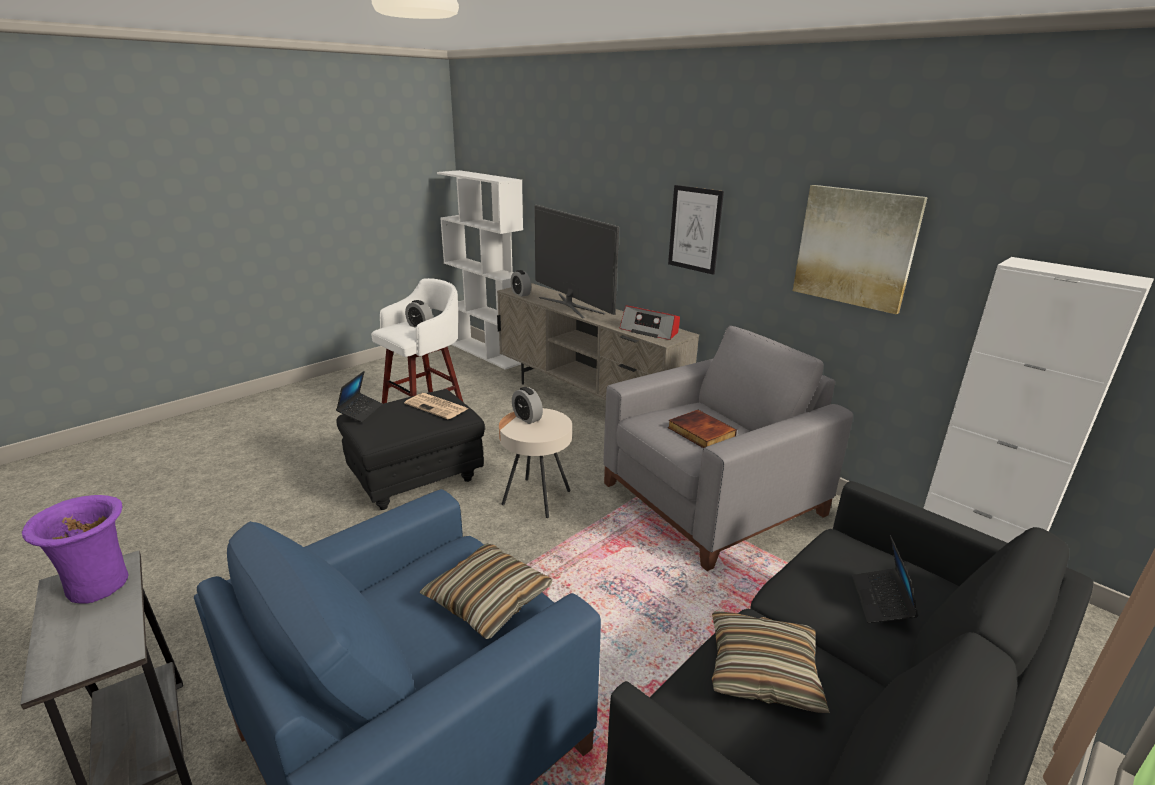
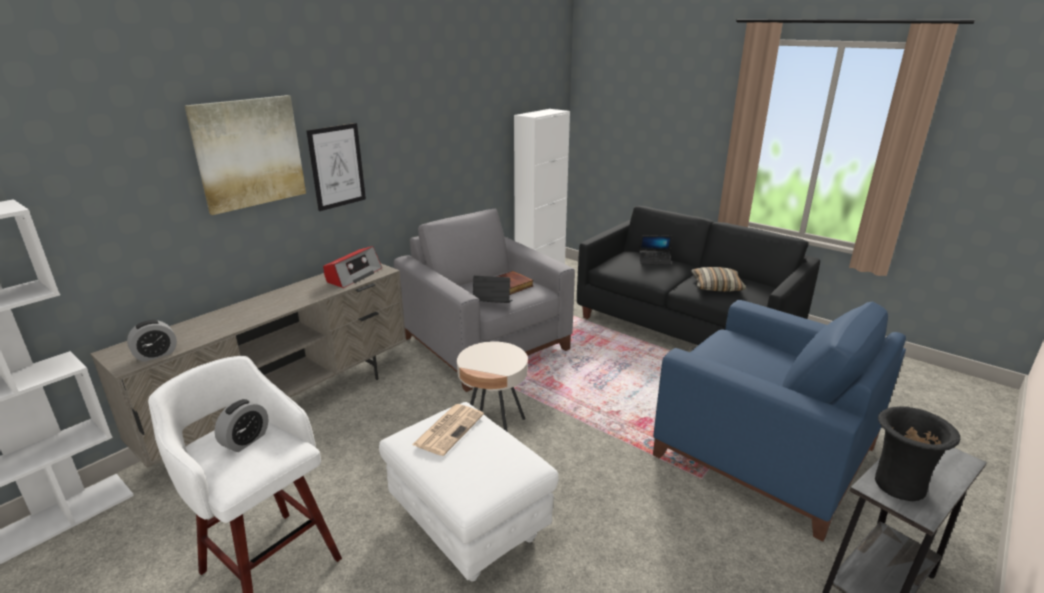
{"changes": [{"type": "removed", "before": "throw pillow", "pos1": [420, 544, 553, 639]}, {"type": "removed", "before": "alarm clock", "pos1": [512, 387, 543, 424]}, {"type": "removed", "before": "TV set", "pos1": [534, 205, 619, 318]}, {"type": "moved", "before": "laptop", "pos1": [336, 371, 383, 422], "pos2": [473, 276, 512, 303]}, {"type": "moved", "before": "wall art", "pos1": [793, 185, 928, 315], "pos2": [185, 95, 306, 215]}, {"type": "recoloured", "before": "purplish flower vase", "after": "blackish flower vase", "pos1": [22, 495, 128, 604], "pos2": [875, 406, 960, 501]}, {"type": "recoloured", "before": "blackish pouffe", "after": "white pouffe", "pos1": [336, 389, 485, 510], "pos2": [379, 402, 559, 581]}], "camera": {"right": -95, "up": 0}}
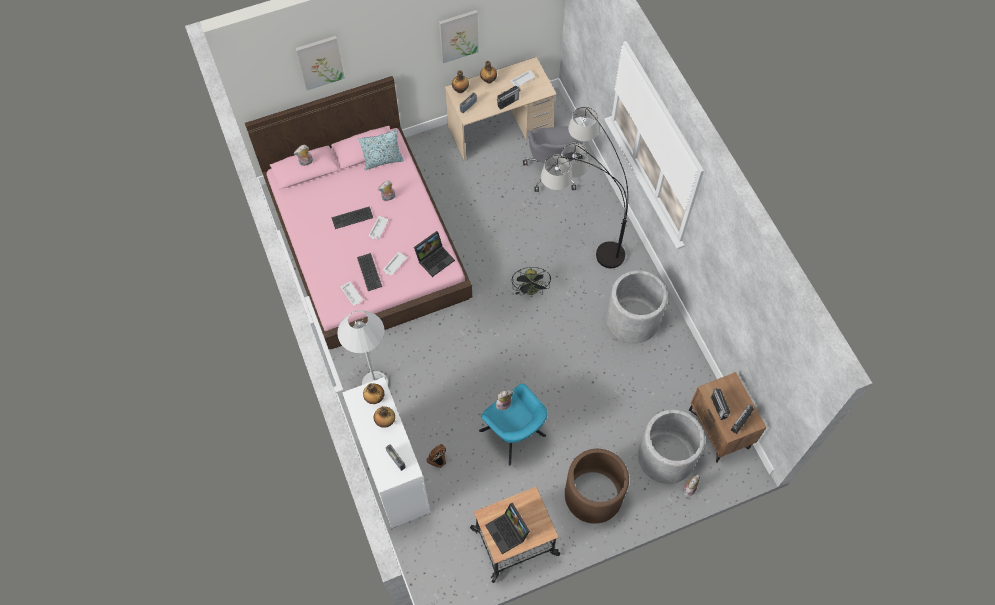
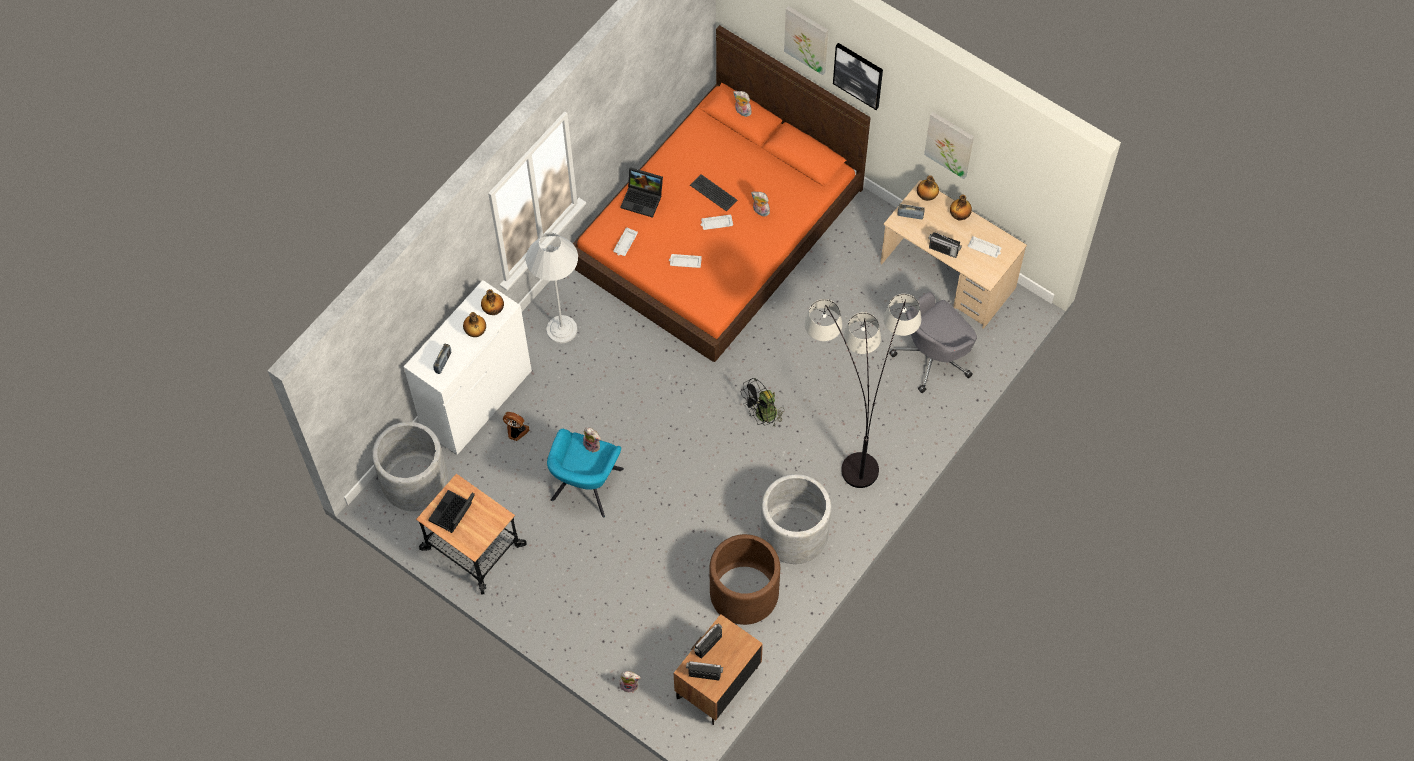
{"changes": [{"type": "removed", "before": "keyboard", "pos1": [357, 253, 382, 291]}, {"type": "removed", "before": "throw pillow", "pos1": [358, 129, 404, 170]}, {"type": "added", "after": "wall art", "pos2": [833, 43, 883, 110]}, {"type": "moved", "before": "laptop", "pos1": [414, 231, 455, 277], "pos2": [620, 167, 663, 218]}, {"type": "moved", "before": "brown-coloured plant pot", "pos1": [565, 449, 629, 524], "pos2": [709, 534, 780, 625]}, {"type": "moved", "before": "greyish plant pot", "pos1": [638, 409, 705, 484], "pos2": [372, 422, 448, 511]}, {"type": "recoloured", "before": "pink bedroom bed", "after": "orange-coloured bedroom bed", "pos1": [245, 76, 472, 349], "pos2": [573, 25, 871, 362]}], "camera": {"right": 60, "up": 0}}
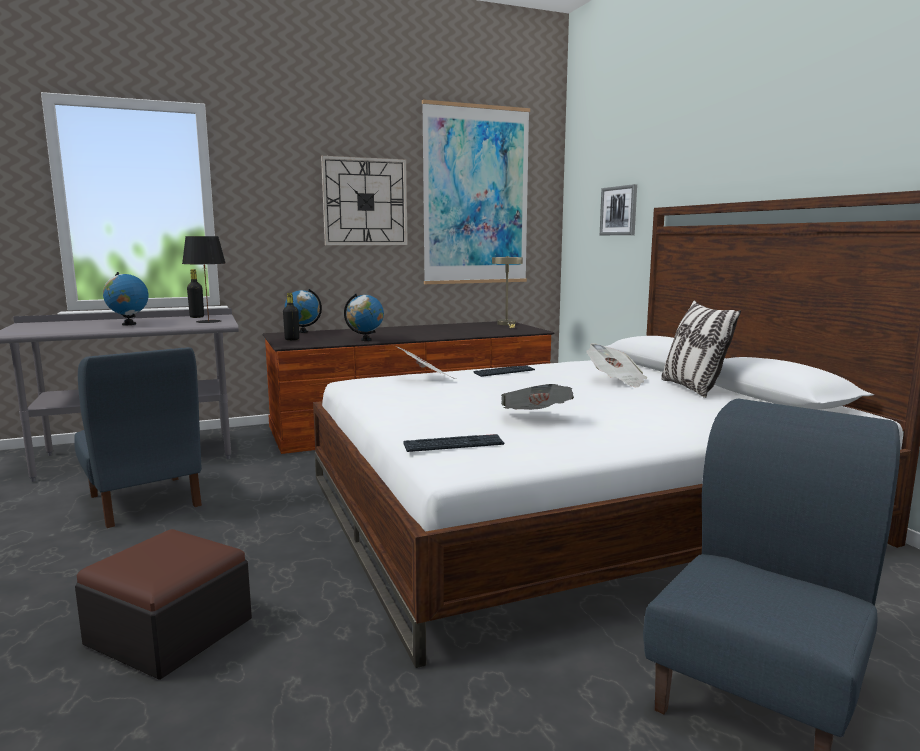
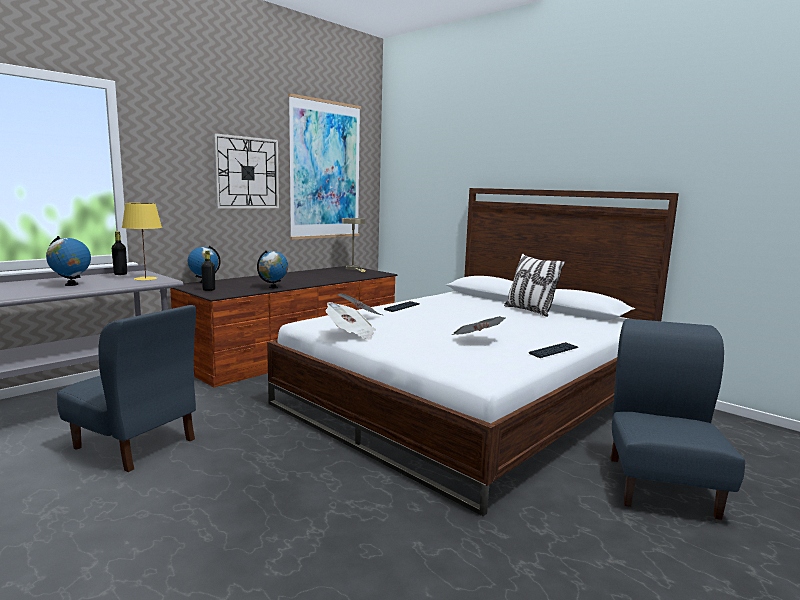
{"changes": [{"type": "removed", "before": "pouffe", "pos1": [75, 529, 252, 680]}, {"type": "removed", "before": "wall art", "pos1": [600, 184, 637, 235]}, {"type": "moved", "before": "keyboard", "pos1": [403, 434, 504, 452], "pos2": [529, 342, 578, 358]}, {"type": "moved", "before": "newspaper", "pos1": [587, 343, 647, 388], "pos2": [325, 302, 376, 340]}, {"type": "recoloured", "before": "blackish table lamp", "after": "yellow-coloured table lamp", "pos1": [182, 236, 225, 323], "pos2": [122, 203, 162, 280]}], "camera": {"right": -25, "up": 0}}
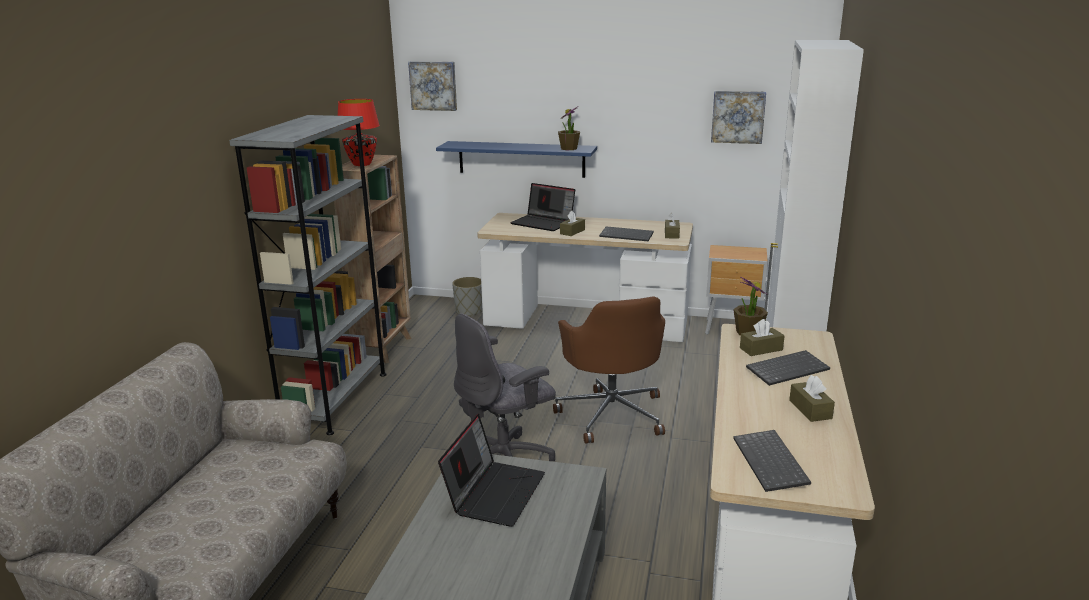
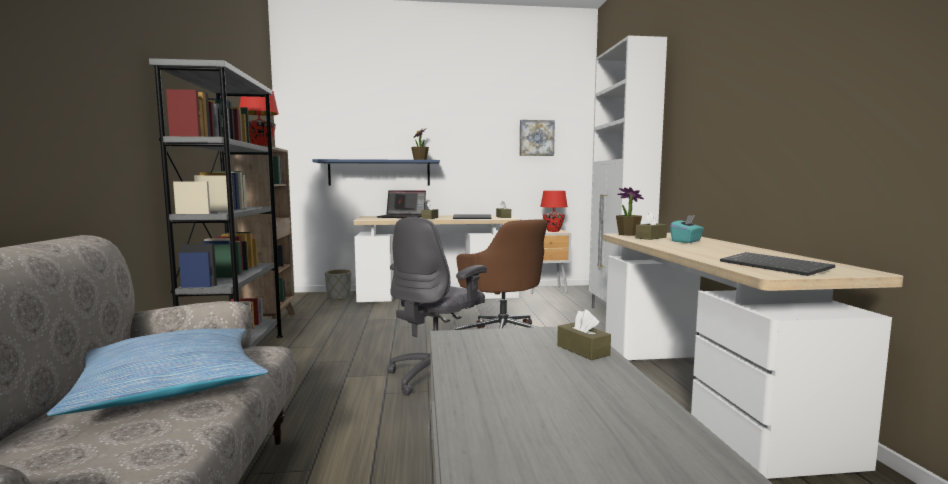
{"changes": [{"type": "removed", "before": "wall art", "pos1": [408, 61, 457, 111]}, {"type": "removed", "before": "laptop", "pos1": [438, 414, 545, 527]}, {"type": "added", "after": "throw pillow", "pos2": [47, 328, 268, 416]}, {"type": "added", "after": "reddish table lamp", "pos2": [540, 191, 567, 232]}, {"type": "moved", "before": "brown-coloured tissue box", "pos1": [789, 375, 835, 422], "pos2": [557, 309, 611, 360]}, {"type": "replaced", "before": "keyboard", "after": "blue-green tissue box", "pos1": [746, 350, 830, 386], "pos2": [670, 215, 704, 243]}], "camera": {"right": -20, "up": -15}}
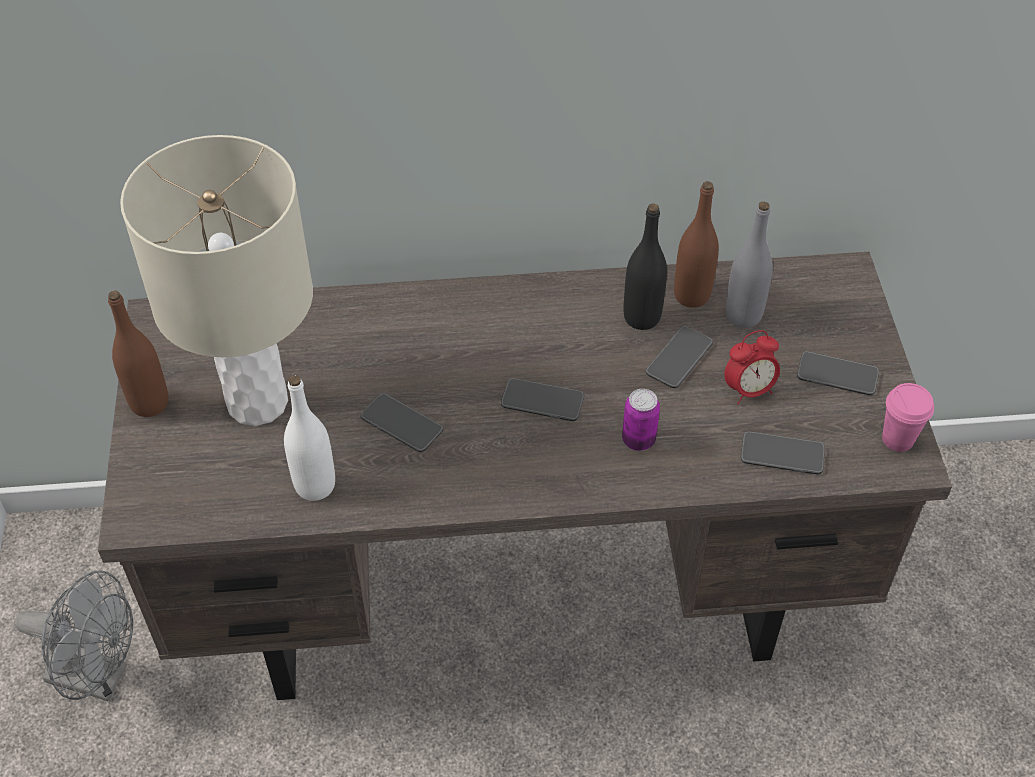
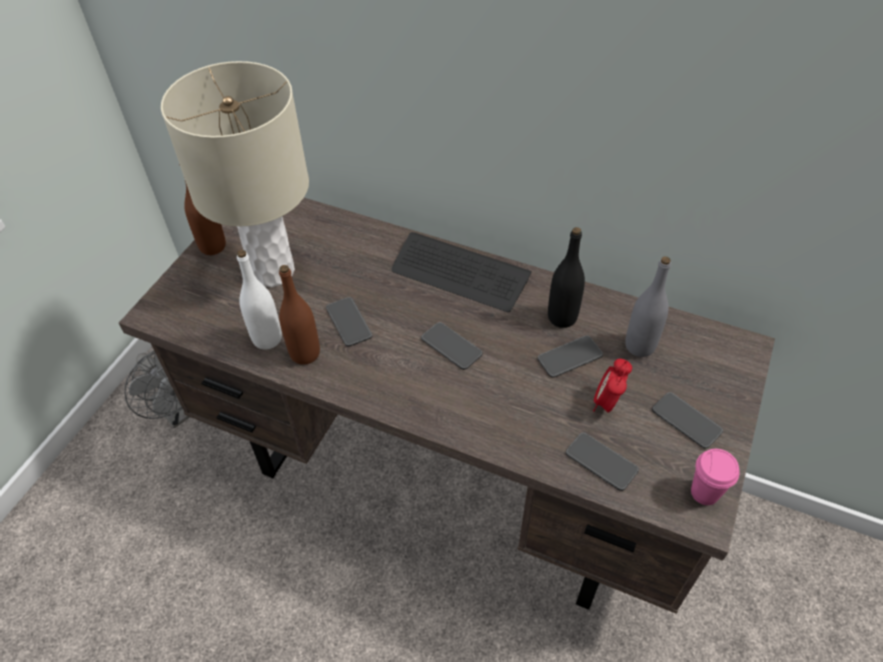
{"changes": [{"type": "removed", "before": "can", "pos1": [622, 389, 660, 451]}, {"type": "added", "after": "keyboard", "pos2": [391, 232, 532, 312]}, {"type": "moved", "before": "brown-coloured drink bottle", "pos1": [674, 181, 719, 308], "pos2": [279, 265, 320, 365]}, {"type": "turned", "before": "alarm clock", "pos1": [724, 330, 780, 405], "pos2": [593, 359, 632, 412], "turn": 105}], "camera": {"right": 30, "up": 0}}
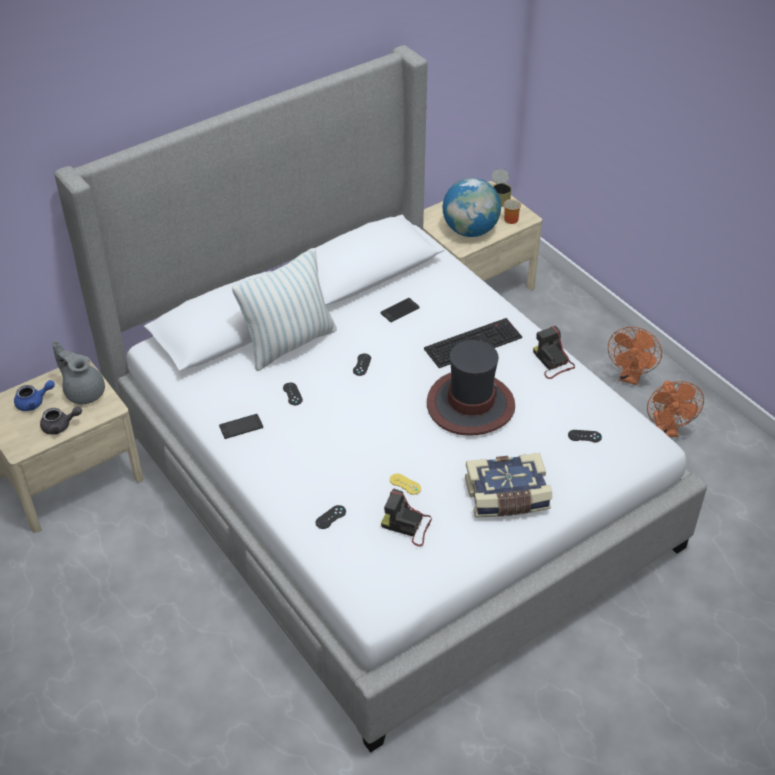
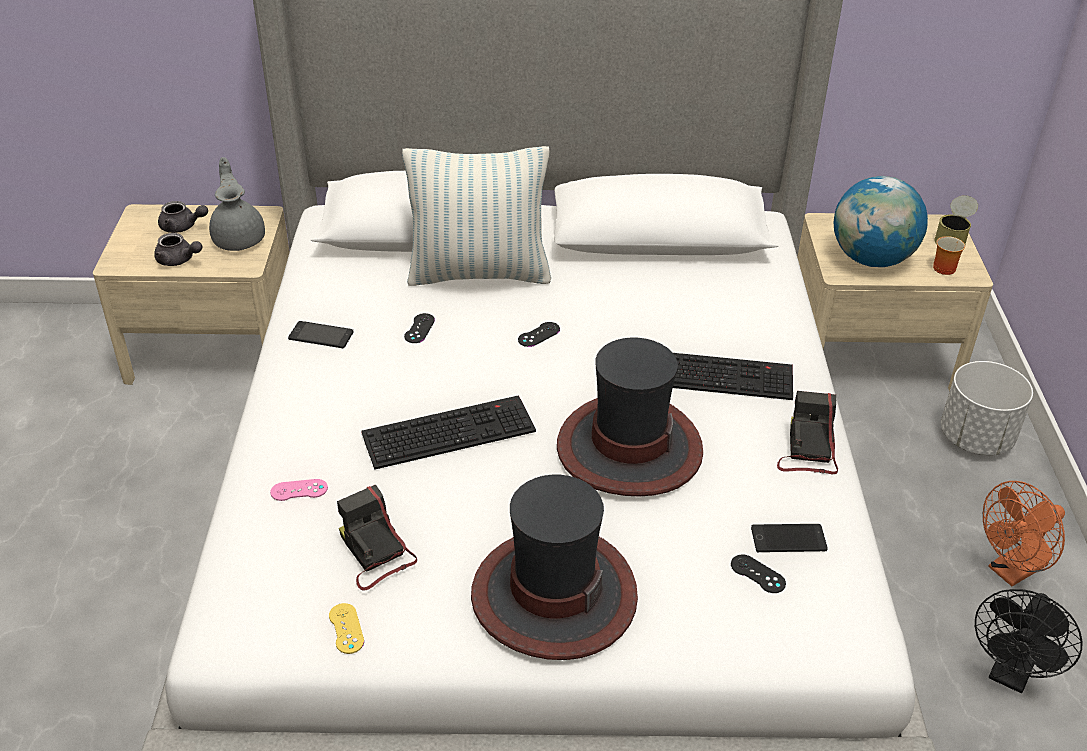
{"changes": [{"type": "added", "after": "keyboard", "pos2": [361, 395, 536, 470]}, {"type": "added", "after": "white plant pot", "pos2": [941, 361, 1033, 455]}, {"type": "moved", "before": "telephone", "pos1": [381, 298, 420, 322], "pos2": [751, 524, 828, 552]}, {"type": "moved", "before": "yellow-coloured game controller", "pos1": [390, 473, 421, 495], "pos2": [329, 603, 364, 654]}, {"type": "replaced", "before": "volume", "after": "wearable hat", "pos1": [465, 453, 552, 518], "pos2": [471, 475, 638, 660]}, {"type": "recoloured", "before": "blue pot for tea", "after": "greyish pot for tea", "pos1": [14, 380, 55, 411], "pos2": [158, 201, 208, 233]}, {"type": "recoloured", "before": "blackish game controller", "after": "pink game controller", "pos1": [315, 505, 346, 529], "pos2": [270, 479, 328, 501]}, {"type": "recoloured", "before": "orange-coloured fan", "after": "blackish fan", "pos1": [647, 381, 704, 437], "pos2": [975, 589, 1082, 693]}], "camera": {"right": 35, "up": -5}}
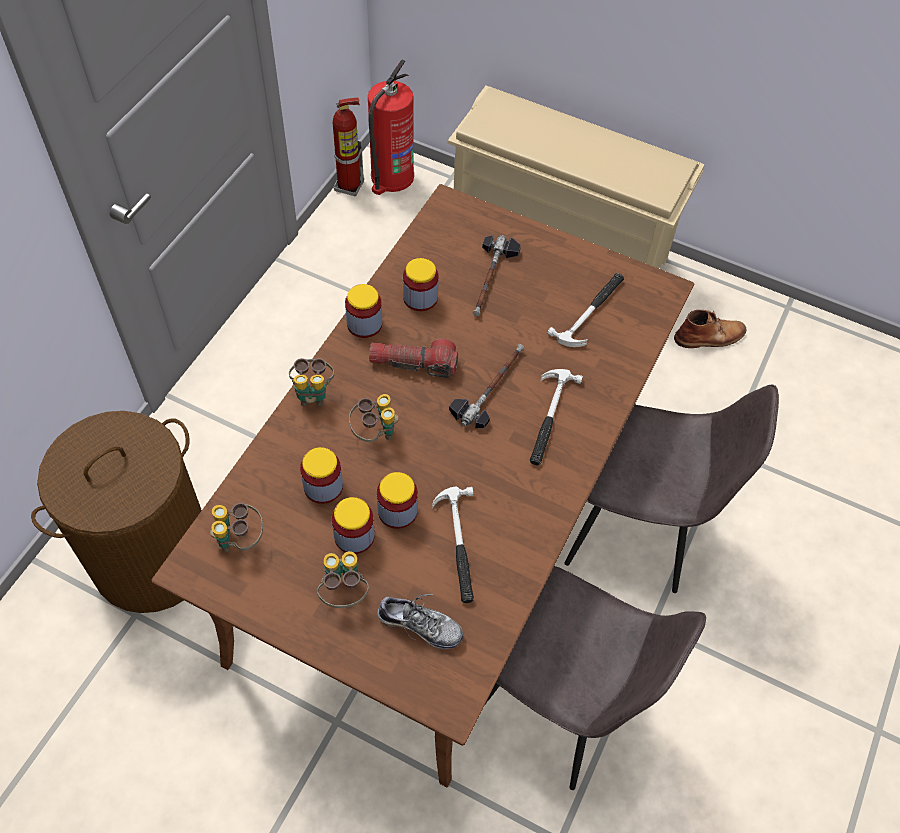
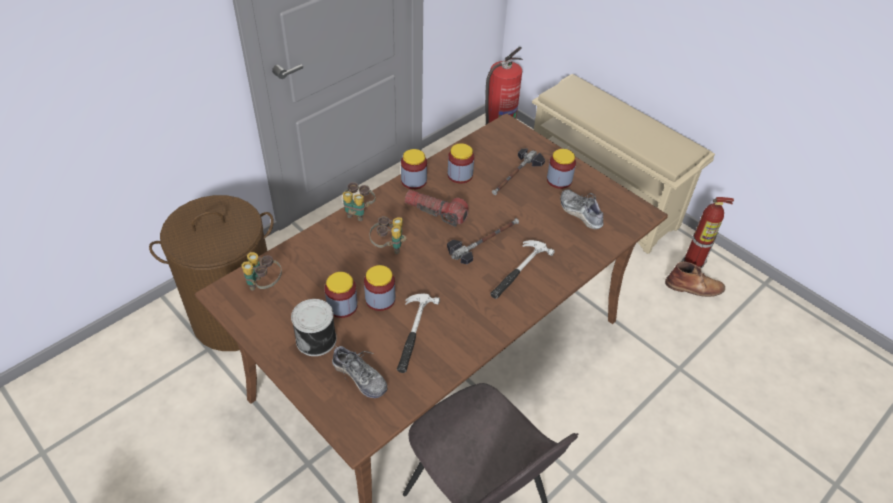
{"changes": [{"type": "removed", "before": "greyish chair", "pos1": [565, 385, 779, 593]}, {"type": "moved", "before": "storage jar", "pos1": [300, 447, 343, 504], "pos2": [547, 149, 576, 189]}, {"type": "moved", "before": "extinguisher", "pos1": [333, 97, 364, 196], "pos2": [681, 197, 734, 269]}, {"type": "replaced", "before": "pair of binoculars", "after": "can", "pos1": [317, 551, 369, 608], "pos2": [291, 299, 337, 356]}, {"type": "replaced", "before": "hammer", "after": "low shoe", "pos1": [547, 273, 624, 347], "pos2": [560, 189, 603, 229]}], "camera": {"right": 20, "up": -10}}
